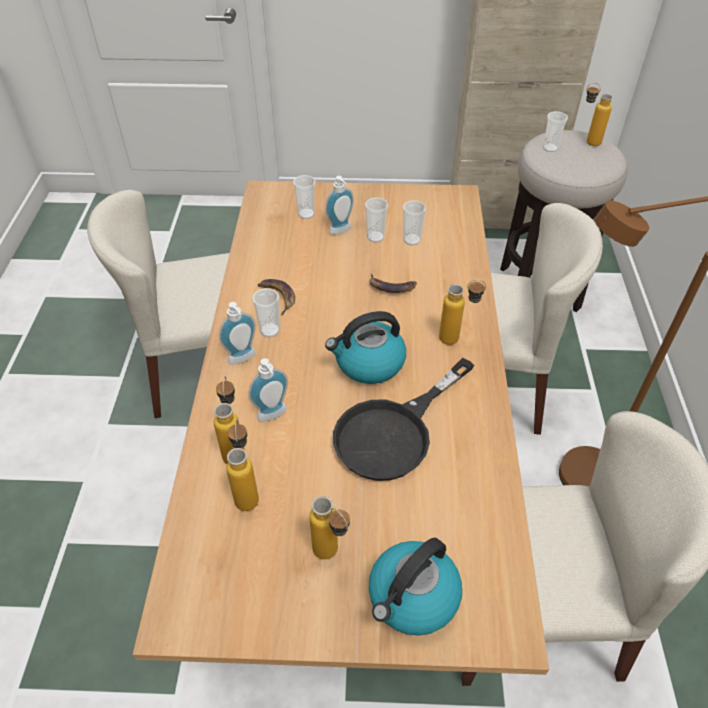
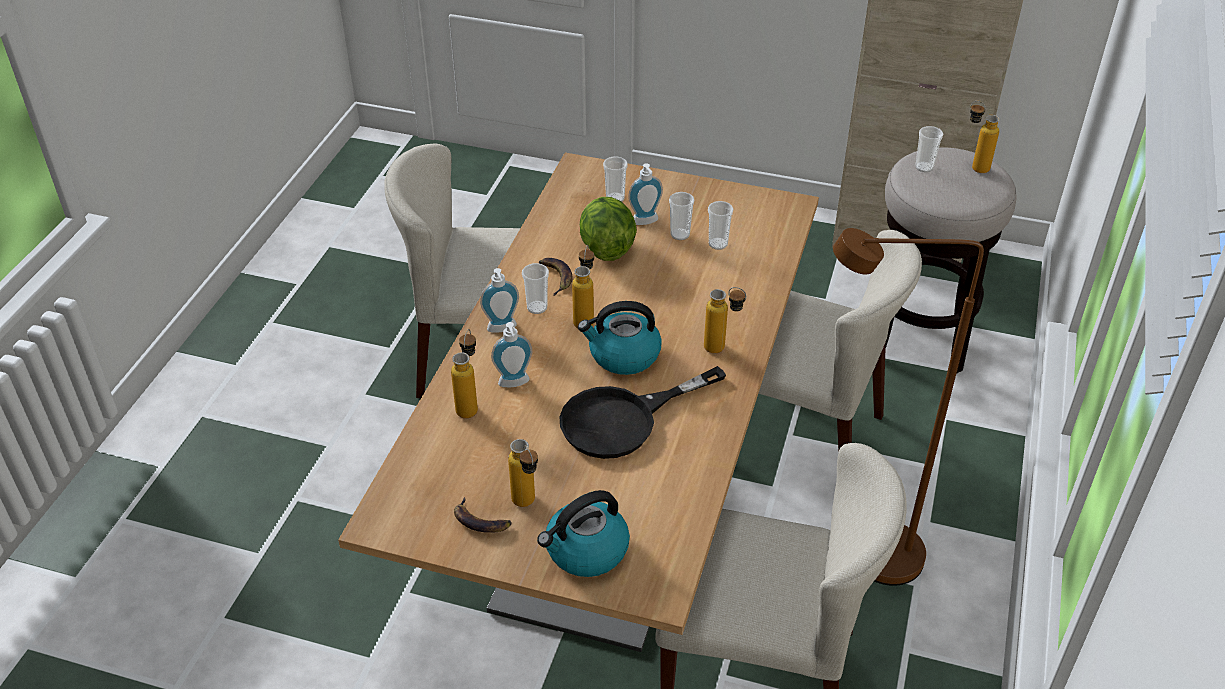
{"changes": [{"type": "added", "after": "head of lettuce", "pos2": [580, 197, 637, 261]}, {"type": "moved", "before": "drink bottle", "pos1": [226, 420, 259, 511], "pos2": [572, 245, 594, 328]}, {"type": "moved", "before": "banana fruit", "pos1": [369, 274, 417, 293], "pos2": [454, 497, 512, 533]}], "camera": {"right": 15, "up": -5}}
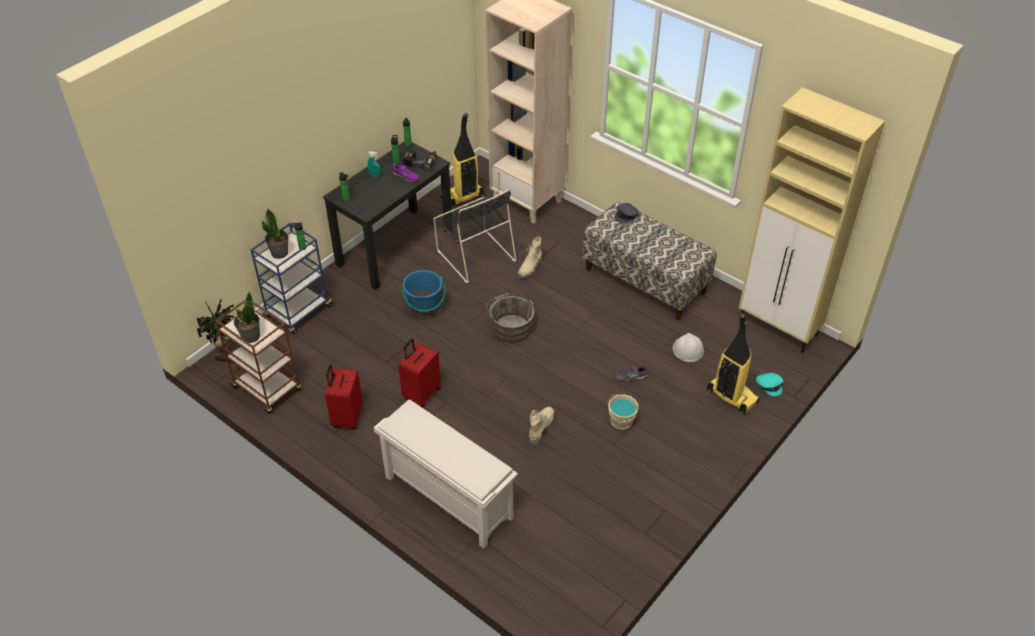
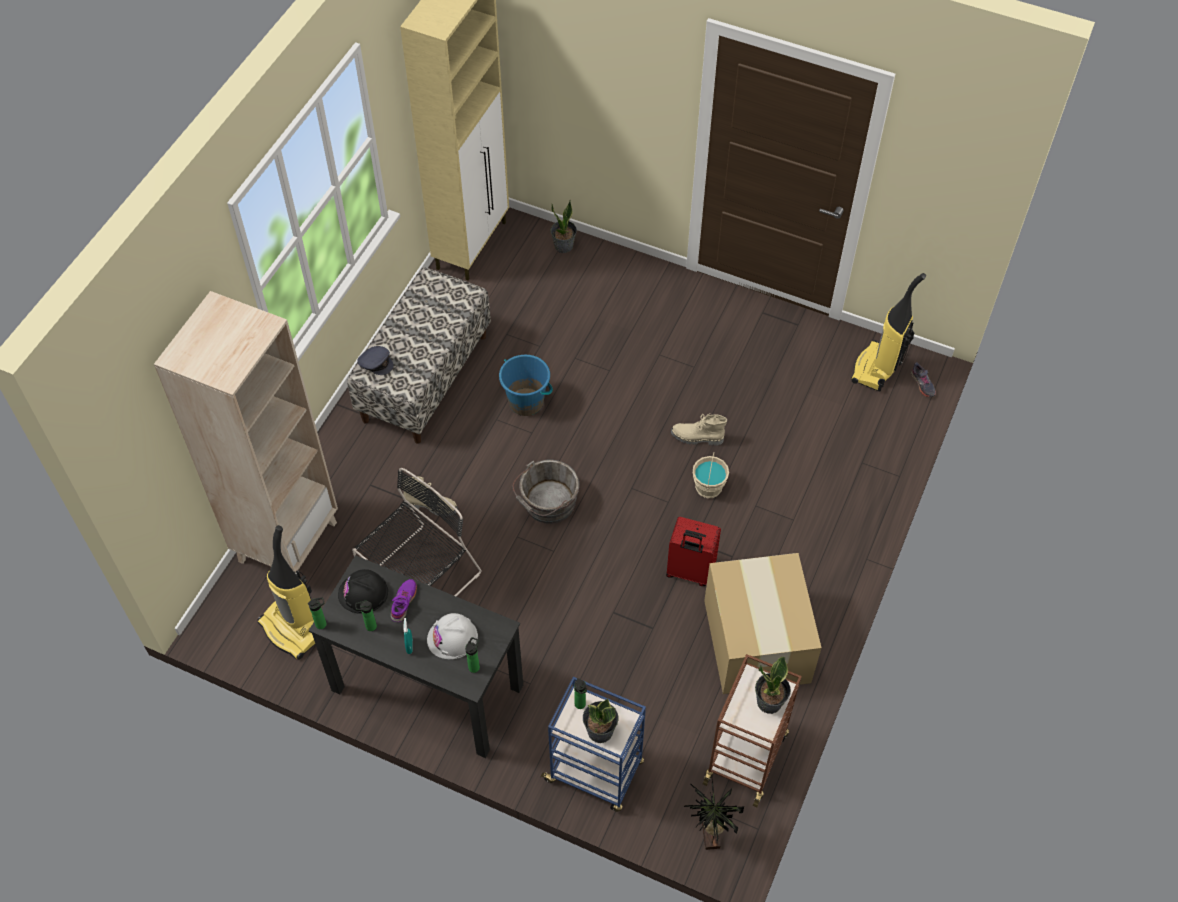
{"changes": [{"type": "removed", "before": "white shoe shelf", "pos1": [374, 399, 518, 548]}, {"type": "moved", "before": "blue pail", "pos1": [401, 270, 446, 319], "pos2": [499, 355, 553, 416]}, {"type": "moved", "before": "sand-coloured pail", "pos1": [608, 394, 638, 430], "pos2": [693, 453, 729, 498]}, {"type": "moved", "before": "greyish low shoe", "pos1": [615, 364, 647, 381], "pos2": [911, 362, 936, 397]}, {"type": "moved", "before": "white safety helmet", "pos1": [673, 333, 704, 362], "pos2": [427, 613, 478, 659]}, {"type": "moved", "before": "hoover", "pos1": [707, 313, 760, 414], "pos2": [851, 273, 926, 392]}, {"type": "replaced", "before": "reddish suitcase", "after": "cardboard box", "pos1": [325, 365, 363, 430], "pos2": [704, 553, 822, 694]}, {"type": "replaced", "before": "drill", "after": "blackish safety helmet", "pos1": [403, 150, 437, 171], "pos2": [338, 569, 388, 614]}, {"type": "replaced", "before": "blue-green cap", "after": "potted plant", "pos1": [756, 373, 783, 396], "pos2": [551, 200, 577, 253]}], "camera": {"right": -105, "up": 10}}
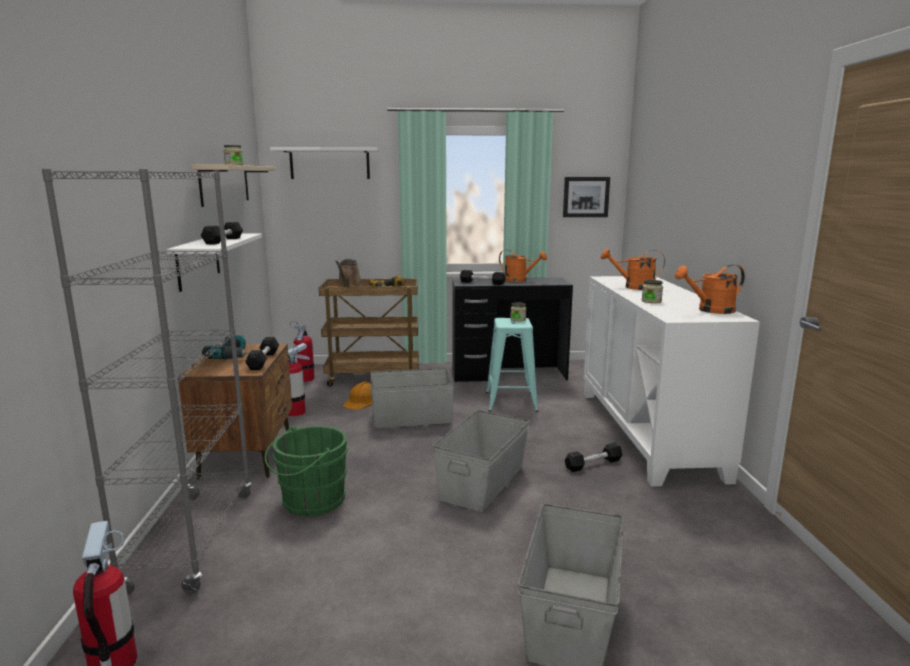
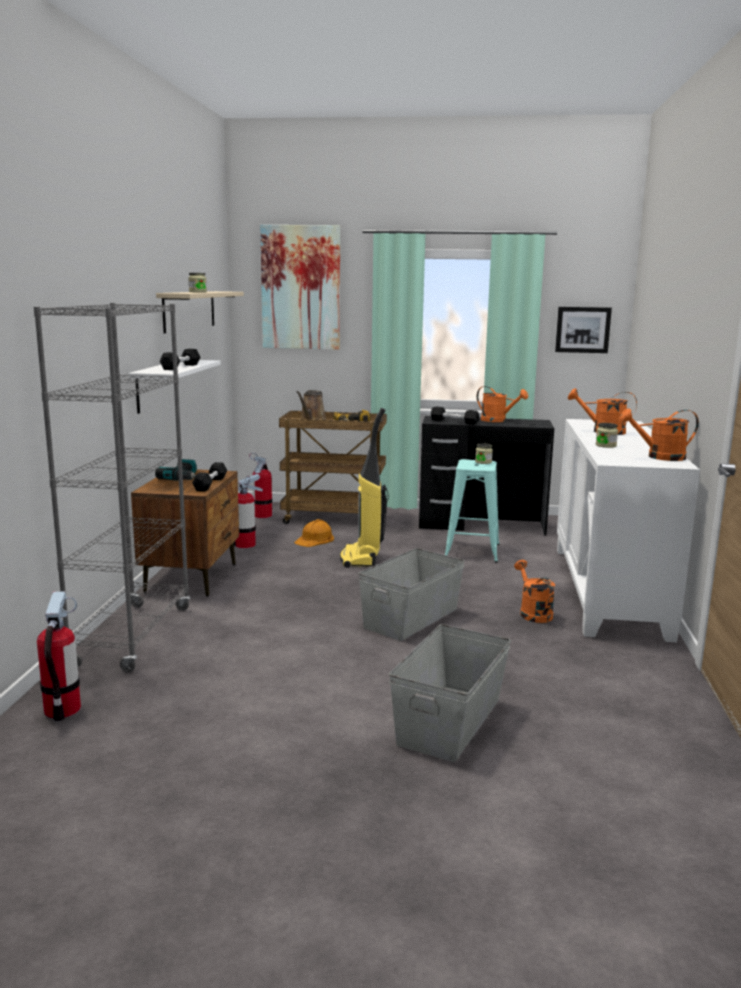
{"changes": [{"type": "removed", "before": "greenish pail", "pos1": [265, 426, 348, 516]}, {"type": "replaced", "before": "white bracket shelf", "after": "wall art", "pos1": [270, 147, 380, 179], "pos2": [260, 225, 340, 350]}, {"type": "replaced", "before": "greyish storage bin", "after": "hoover", "pos1": [370, 368, 454, 428], "pos2": [340, 408, 389, 568]}, {"type": "replaced", "before": "blackish dumbbell", "after": "orange-coloured watering pot", "pos1": [565, 443, 623, 472], "pos2": [514, 560, 555, 623]}], "camera": {"right": 10, "up": 0}}
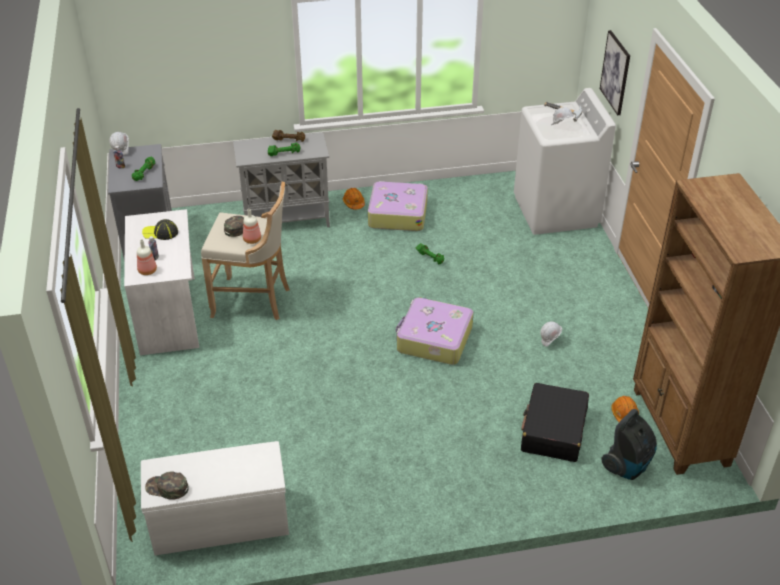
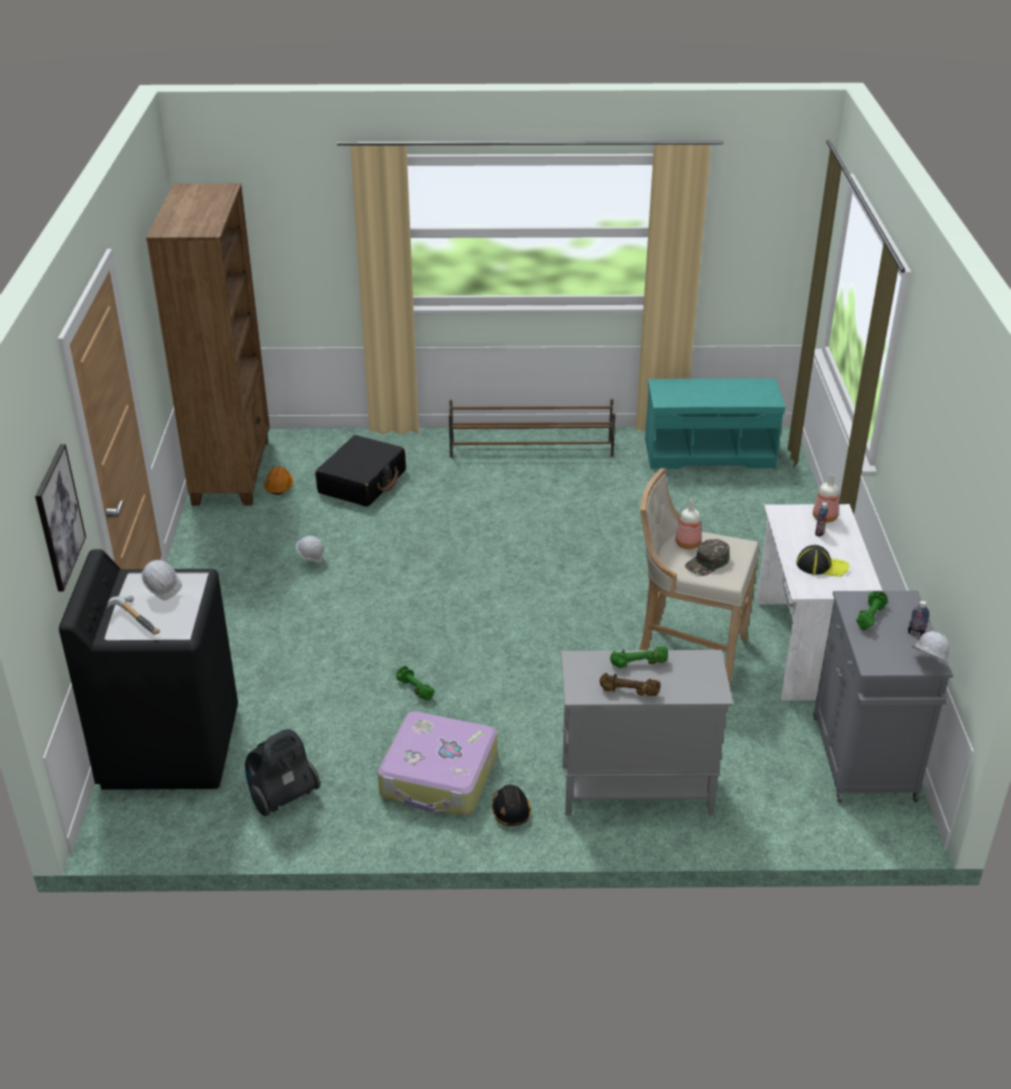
{"changes": [{"type": "removed", "before": "greenish cap", "pos1": [145, 471, 189, 500]}, {"type": "removed", "before": "suitcase", "pos1": [396, 298, 473, 365]}, {"type": "added", "after": "brown-coloured shoe shelf", "pos2": [449, 399, 616, 458]}, {"type": "moved", "before": "hoover", "pos1": [601, 409, 657, 480], "pos2": [245, 729, 320, 816]}, {"type": "recoloured", "before": "white bench", "after": "blue-green bench", "pos1": [141, 441, 289, 555], "pos2": [645, 378, 785, 469]}, {"type": "recoloured", "before": "orange-coloured safety helmet", "after": "blackish safety helmet", "pos1": [343, 188, 365, 209], "pos2": [492, 785, 531, 826]}, {"type": "recoloured", "before": "white washing machine", "after": "blackish washing machine", "pos1": [514, 88, 616, 235], "pos2": [59, 549, 238, 790]}], "camera": {"right": -170, "up": -5}}
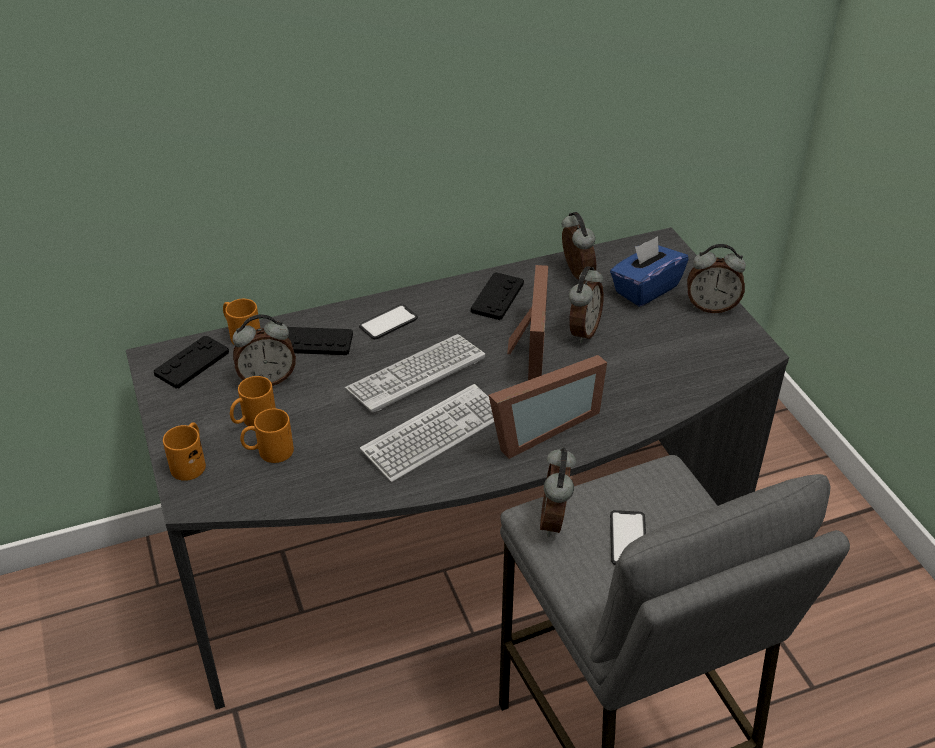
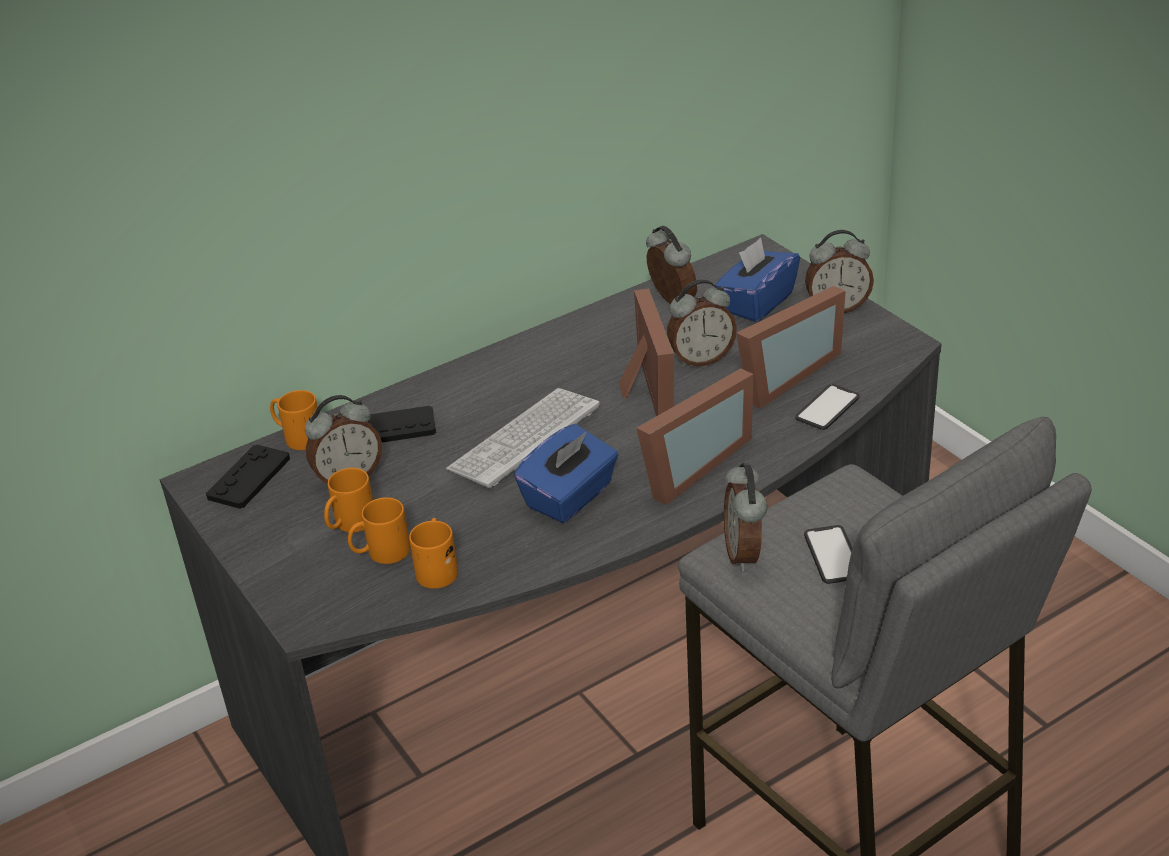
{"changes": [{"type": "removed", "before": "blackish game controller", "pos1": [471, 272, 524, 320]}, {"type": "added", "after": "picture frame", "pos2": [736, 286, 846, 409]}, {"type": "moved", "before": "orange-coloured mug", "pos1": [163, 422, 206, 481], "pos2": [409, 518, 458, 589]}, {"type": "moved", "before": "telephone", "pos1": [359, 304, 418, 339], "pos2": [795, 384, 860, 430]}, {"type": "replaced", "before": "keyboard", "after": "blue tissue box", "pos1": [360, 384, 494, 482], "pos2": [514, 424, 618, 523]}, {"type": "turned", "before": "alarm clock", "pos1": [569, 266, 604, 343], "pos2": [667, 280, 737, 367], "turn": 60}], "camera": {"right": -10, "up": -5}}
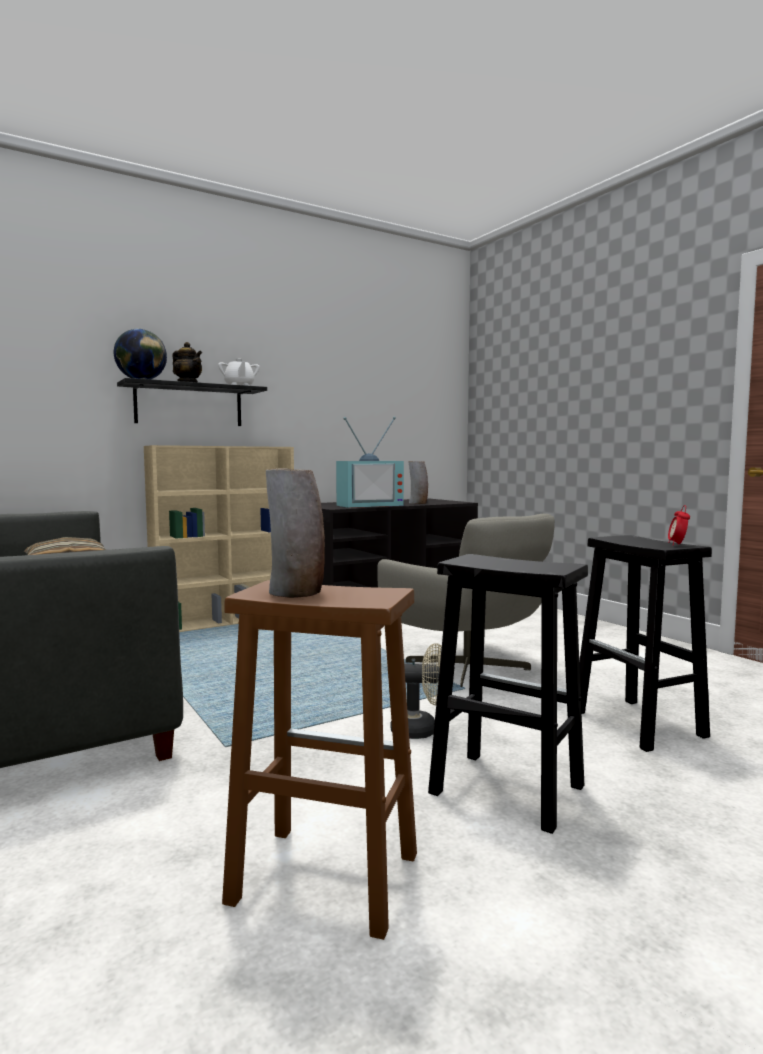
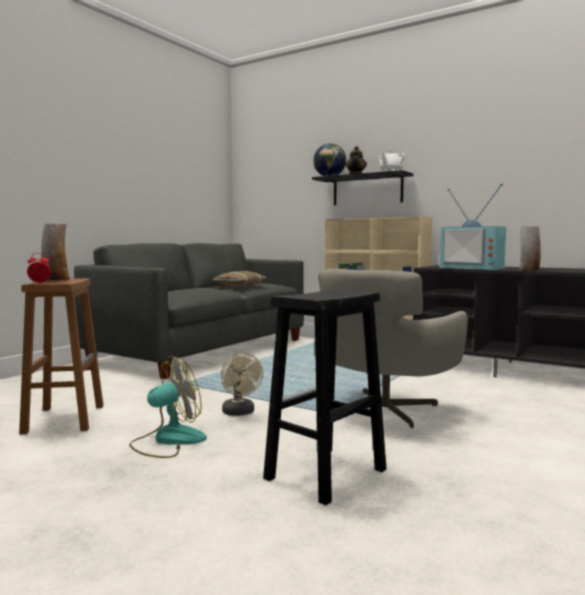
{"changes": [{"type": "moved", "before": "alarm clock", "pos1": [668, 505, 690, 545], "pos2": [27, 253, 51, 284]}, {"type": "replaced", "before": "blackish stool", "after": "fan", "pos1": [428, 554, 588, 834], "pos2": [129, 356, 207, 458]}], "camera": {"right": 65, "up": 0}}
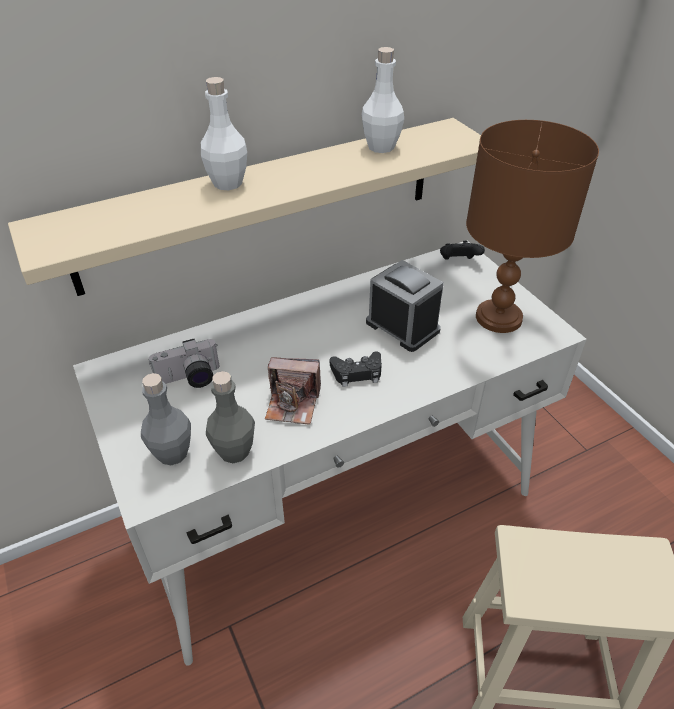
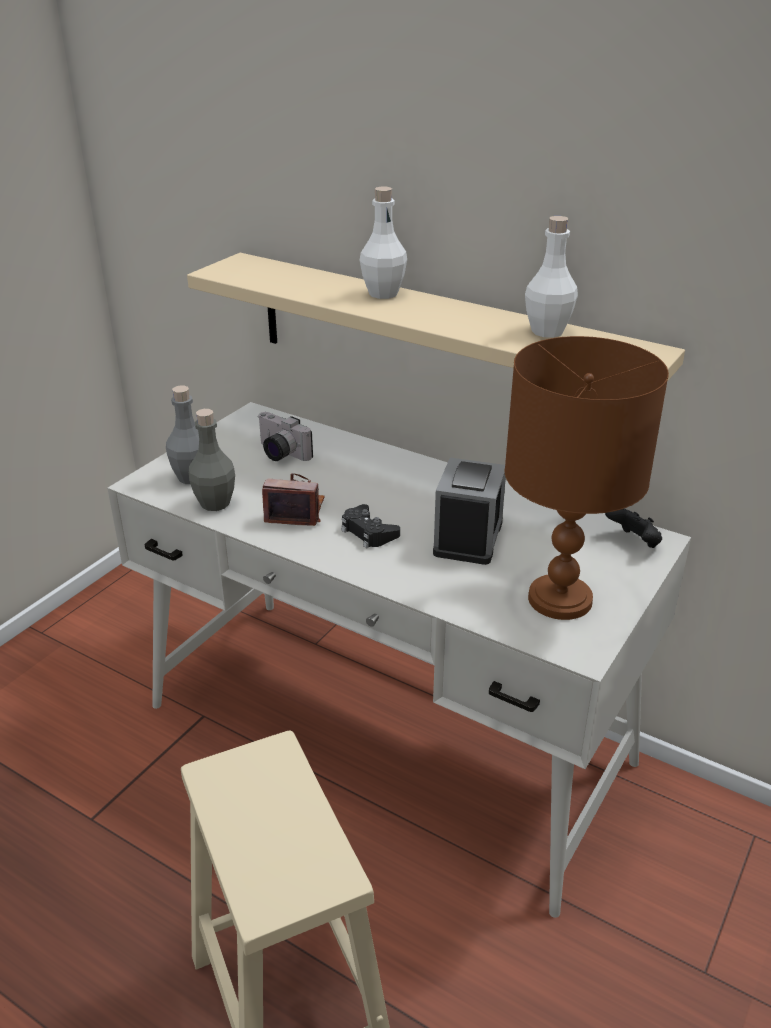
{"changes": [{"type": "turned", "before": "still camera", "pos1": [265, 358, 321, 425], "pos2": [262, 473, 325, 526], "turn": 120}], "camera": {"right": 60, "up": -10}}
